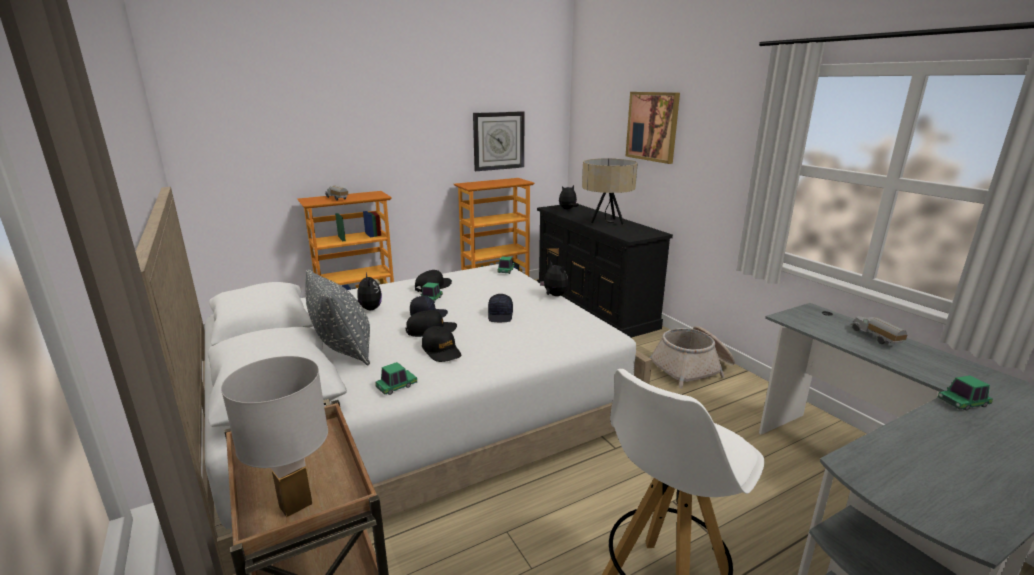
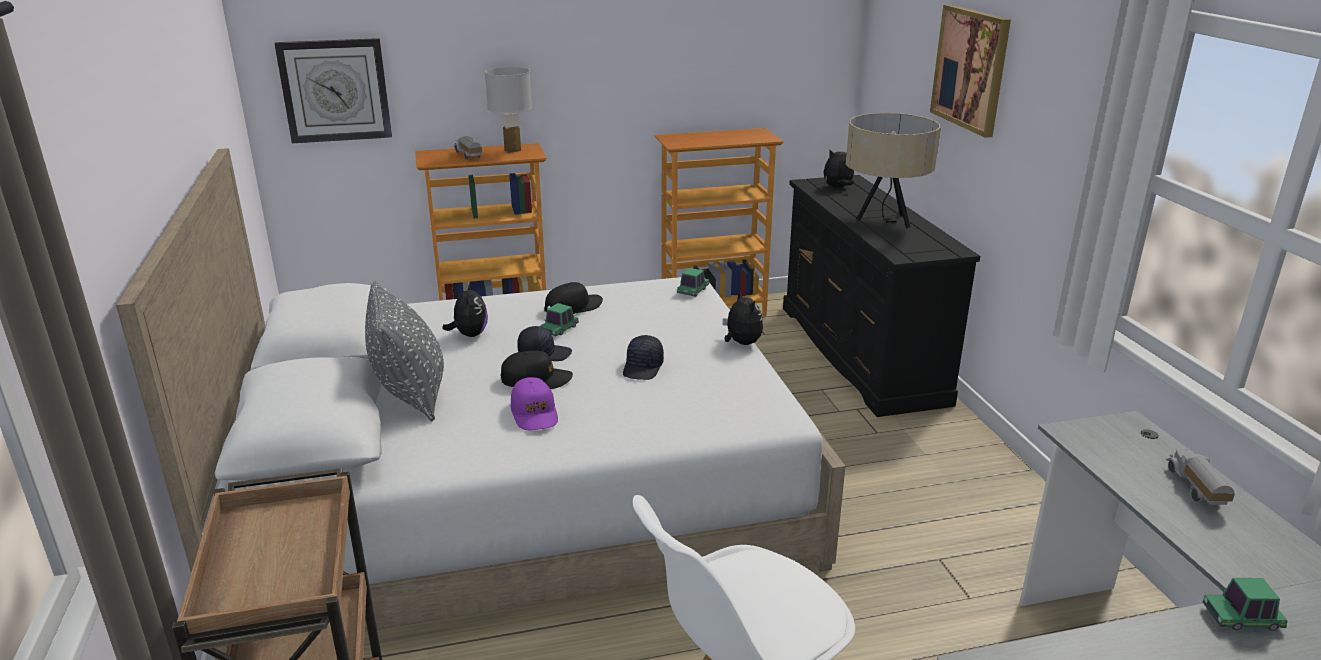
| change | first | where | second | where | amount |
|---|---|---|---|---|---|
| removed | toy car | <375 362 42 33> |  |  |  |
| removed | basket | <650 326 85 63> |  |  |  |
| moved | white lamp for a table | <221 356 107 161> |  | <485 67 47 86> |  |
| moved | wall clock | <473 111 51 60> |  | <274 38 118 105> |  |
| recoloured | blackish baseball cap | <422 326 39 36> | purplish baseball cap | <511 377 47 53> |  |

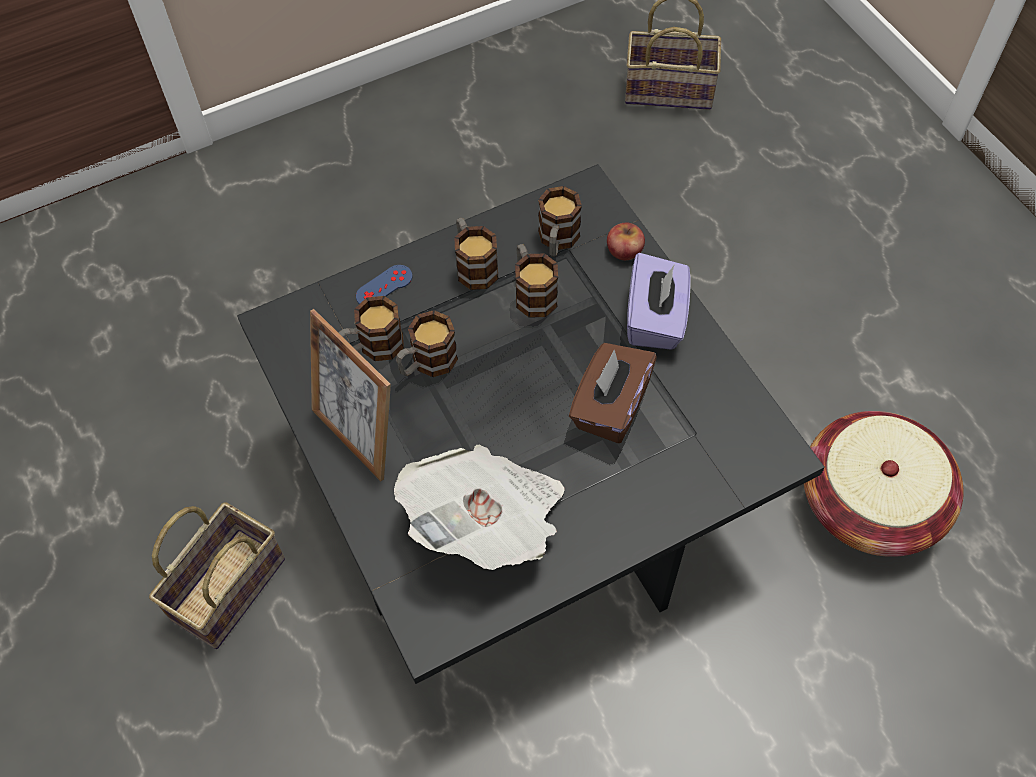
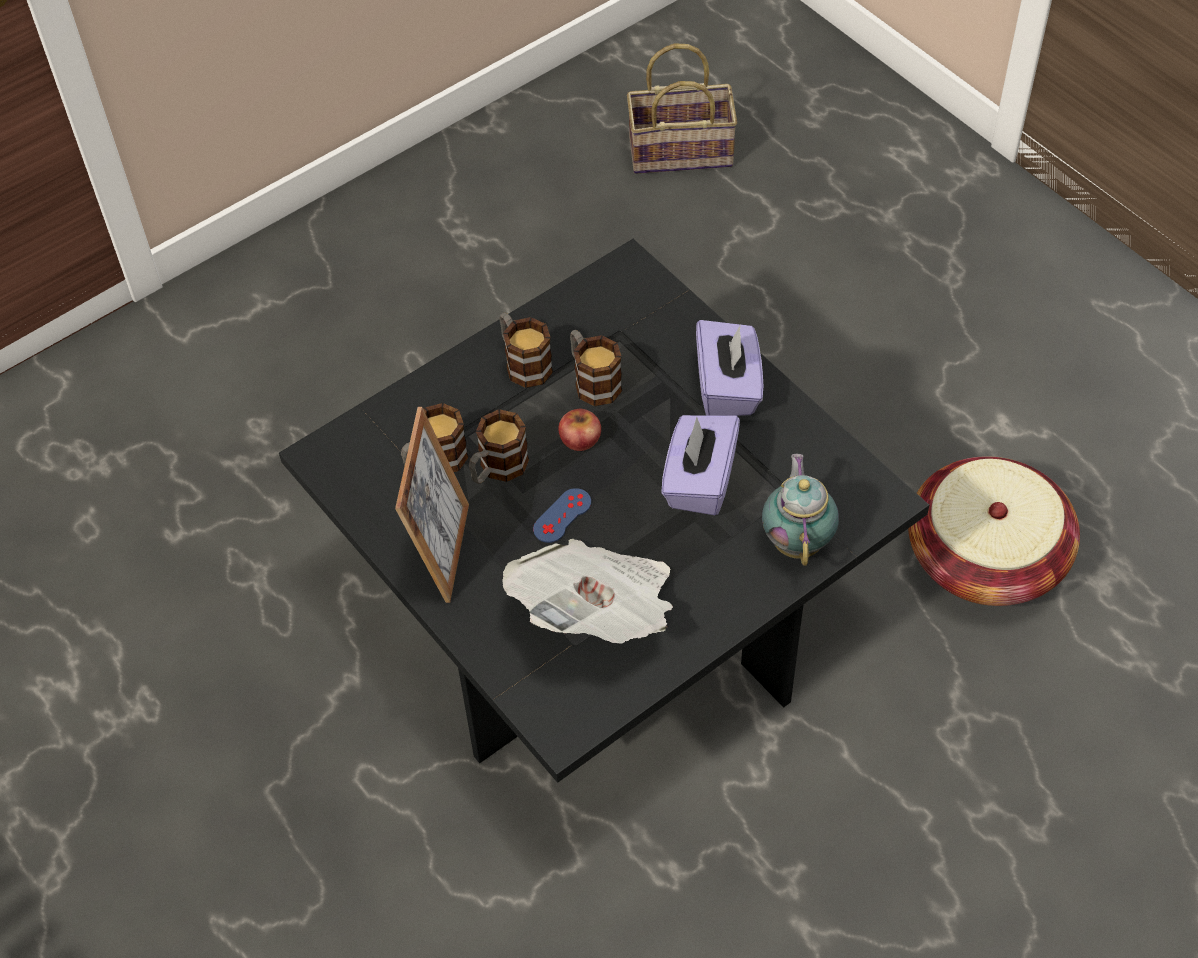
| change | first | where | second | where | amount |
|---|---|---|---|---|---|
| removed | basket | <149 502 136 147> |  |  |  |
| removed | tea mug | <538 186 44 71> |  |  |  |
| added |  |  | pot for tea | <762 454 77 112> |  |
| moved | blue game controller | <356 265 56 39> |  | <533 488 58 55> |  |
| moved | whole apple | <607 223 38 37> |  | <558 409 43 42> |  |
| recoloured | brownish tissue box | <569 343 88 100> | purplish tissue box | <661 415 79 100> |  |
| turned | picture frame | <310 309 81 172> |  | <395 407 74 196> | 120 degrees counterclockwise |

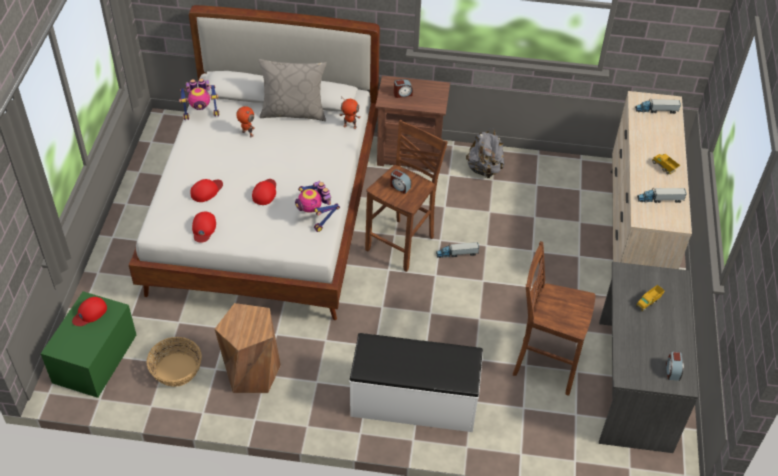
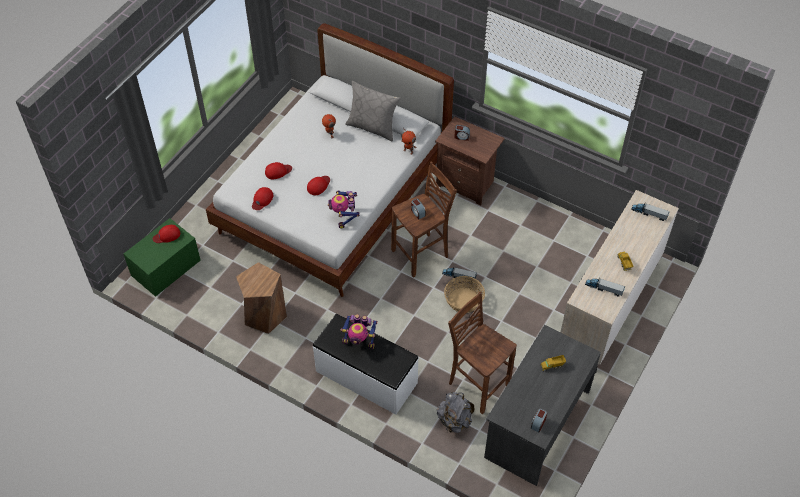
| change | first | where | second | where | amount |
|---|---|---|---|---|---|
| moved | basket | <146 337 56 50> |  | <444 276 41 37> |  |
| moved | robot figure | <179 78 41 42> |  | <340 314 38 35> |  |
| moved | greyish backpack | <466 128 39 50> |  | <437 392 37 41> |  |

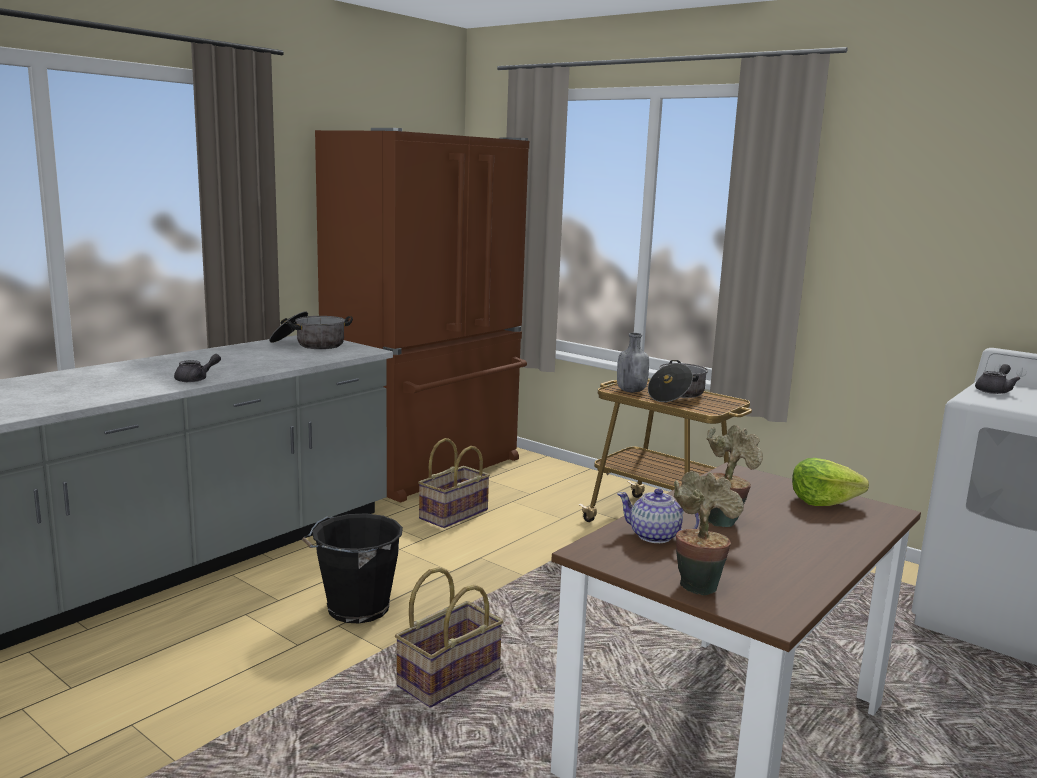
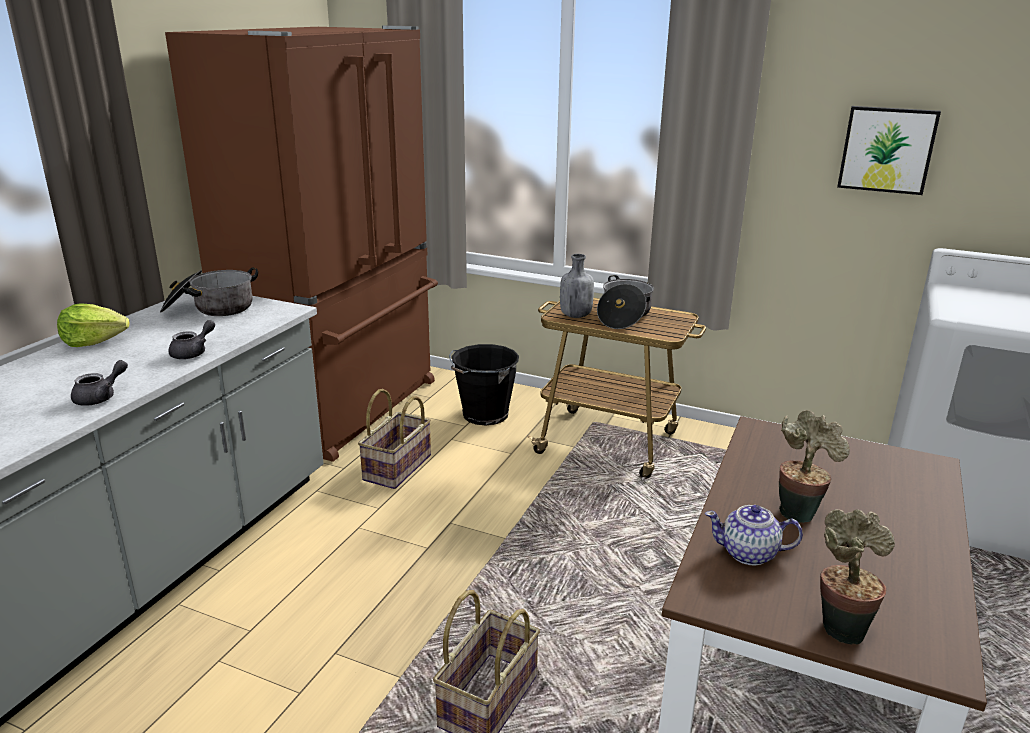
| change | first | where | second | where | amount |
|---|---|---|---|---|---|
| added |  |  | picture | <837 106 104 89> |  |
| moved | blackish pail | <302 513 101 110> |  | <449 344 70 81> |  |
| moved | lettuce | <792 458 77 48> |  | <57 303 73 44> |  |
| moved | greyish pot for tea | <975 364 46 30> |  | <169 320 46 39> |  |

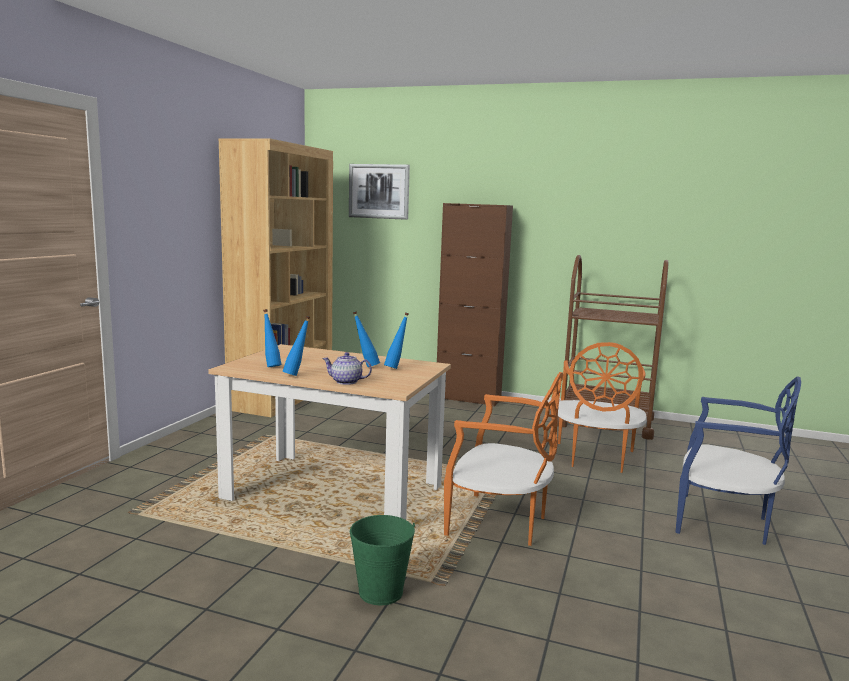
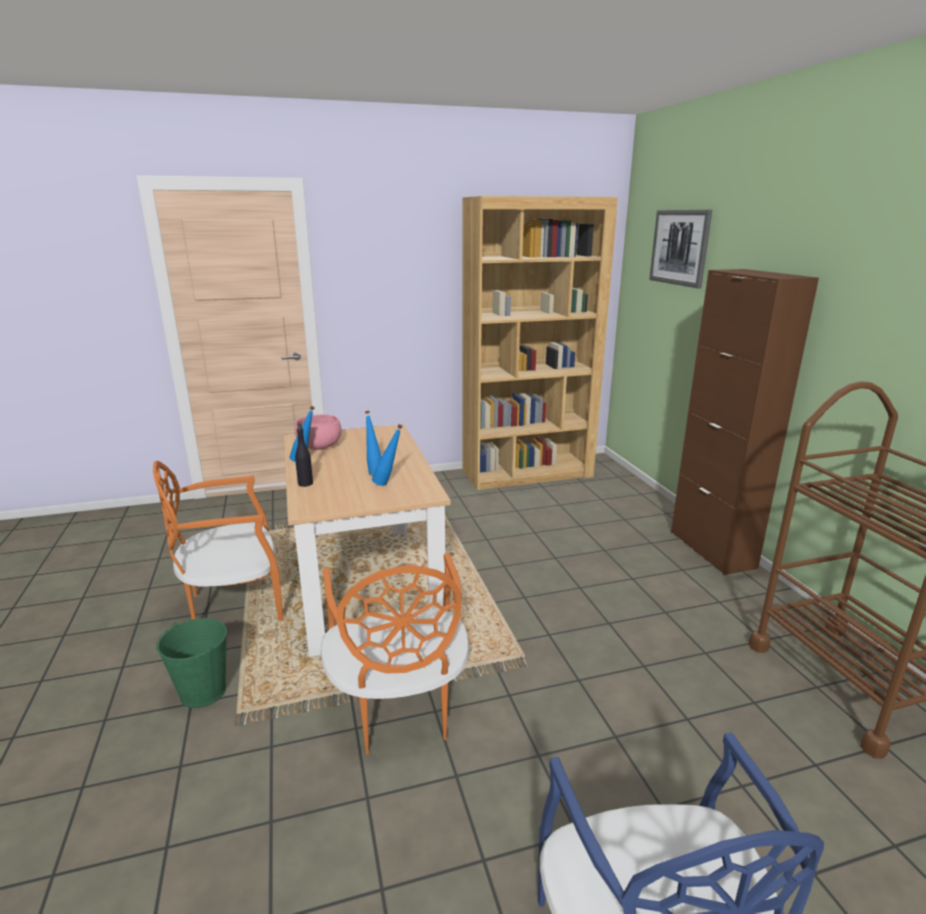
| change | first | where | second | where | amount |
|---|---|---|---|---|---|
| moved | orange-coloured plain chair | <558 342 89 131> |  | <153 461 130 160> |  |
| replaced | blue drink bottle | <263 309 19 58> | pink deep dish | <294 414 47 36> |  |
| replaced | pot for tea | <322 352 50 33> | blackish drink bottle | <295 423 18 64> |  |

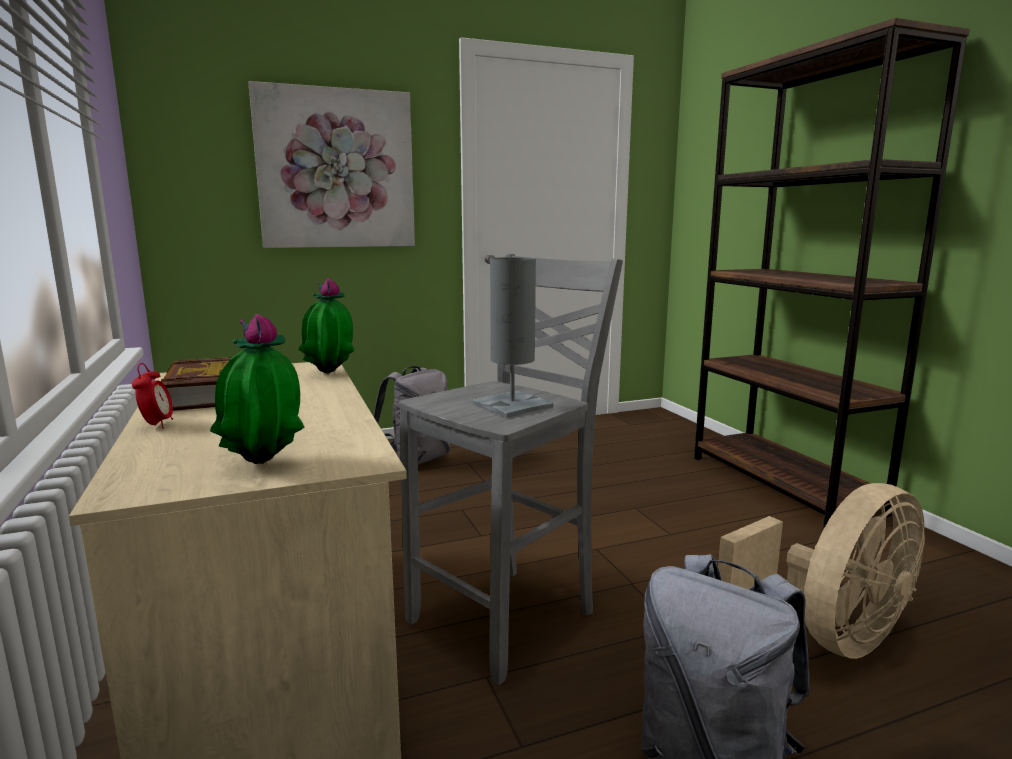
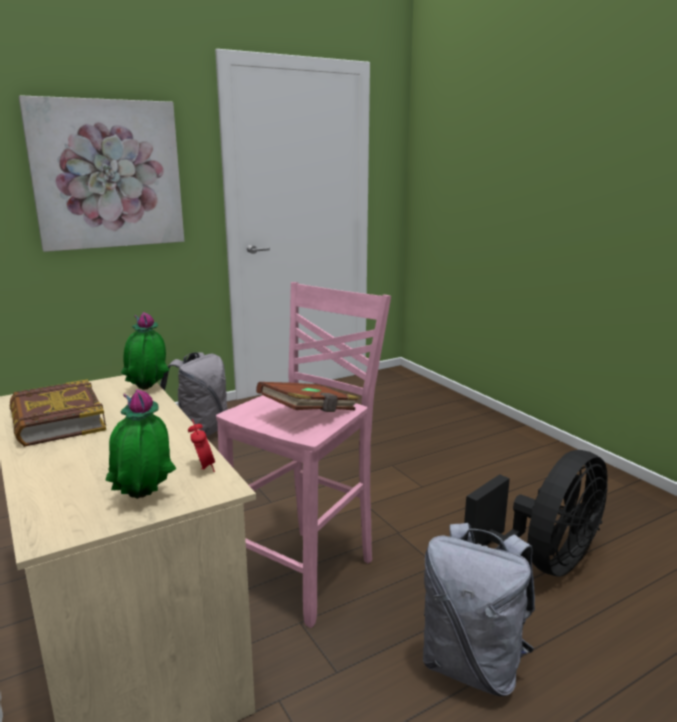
| change | first | where | second | where | amount |
|---|---|---|---|---|---|
| removed | brownish bookshelf | <694 18 276 510> |  |  |  |
| moved | table clock | <132 363 41 66> |  | <188 419 27 53> |  |
| replaced | greyish lamp for a table | <472 257 81 161> | brownish book | <256 382 103 30> |  |
| recoloured | greyish stool | <399 254 224 431> | pink stool | <216 282 175 346> |  |
| recoloured | beige-coloured electric fan | <718 483 207 176> | blackish electric fan | <464 450 144 127> |  |

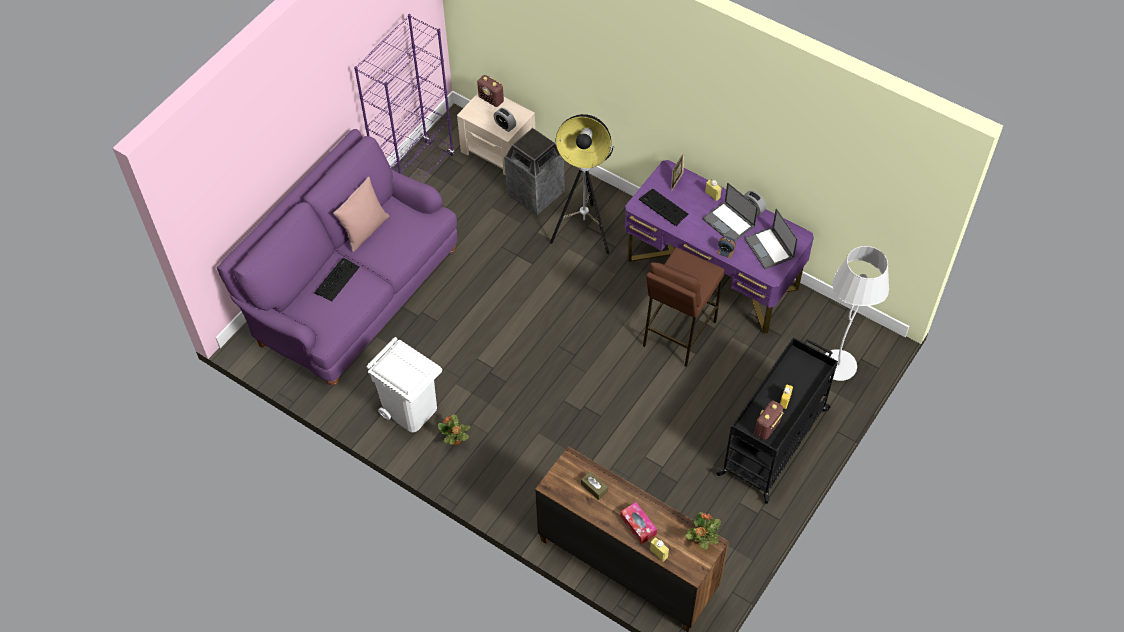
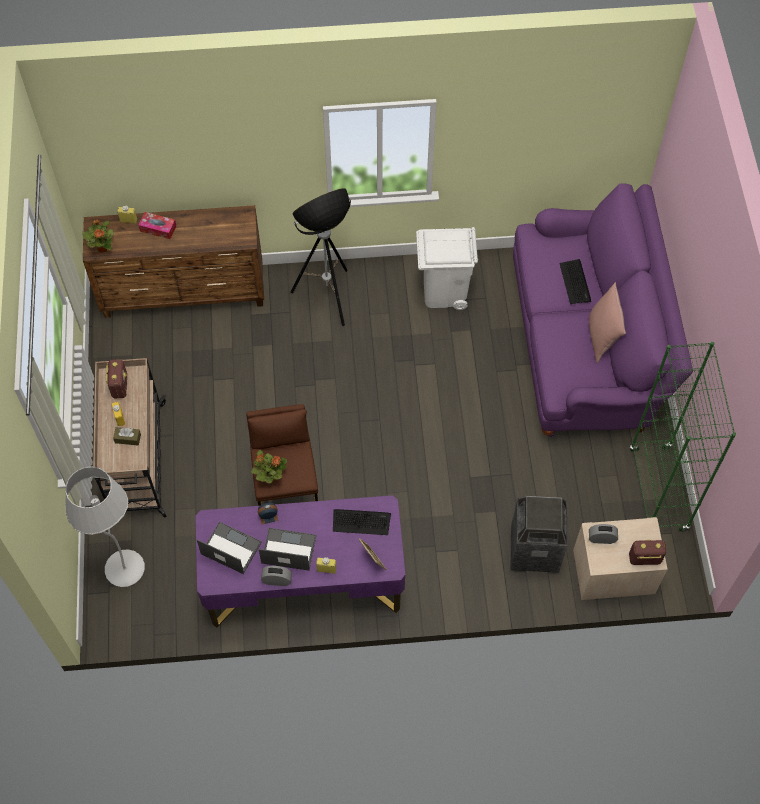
| change | first | where | second | where | amount |
|---|---|---|---|---|---|
| moved | plant in a pot | <438 414 32 31> |  | <251 450 36 34> |  |
| moved | floor lamp | <550 114 64 140> |  | <291 188 60 138> |  |
| moved | brownish tissue box | <581 471 27 29> |  | <113 427 28 18> |  |
| recoloured | purplish bookshelf | <354 14 101 168> | greenish bookshelf | <630 342 106 190> |  |
| recoloured | blackish cart | <715 337 123 167> | beige-coloured cart | <93 358 74 160> |  |

